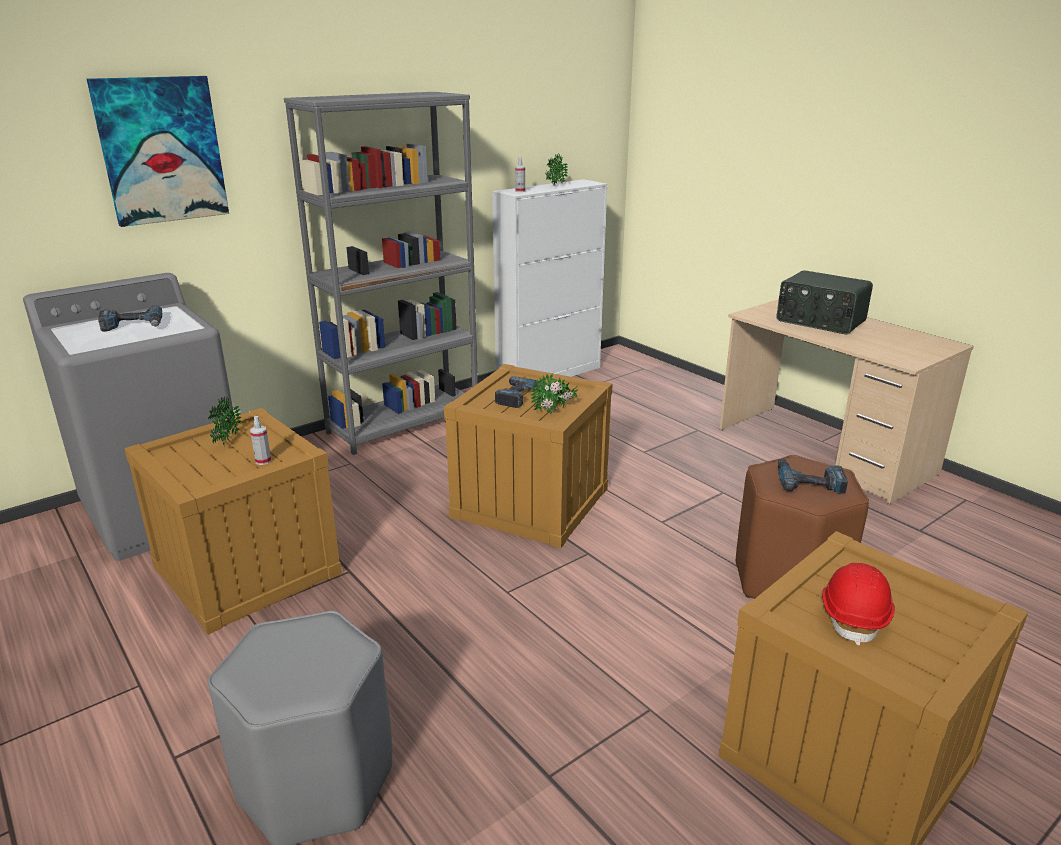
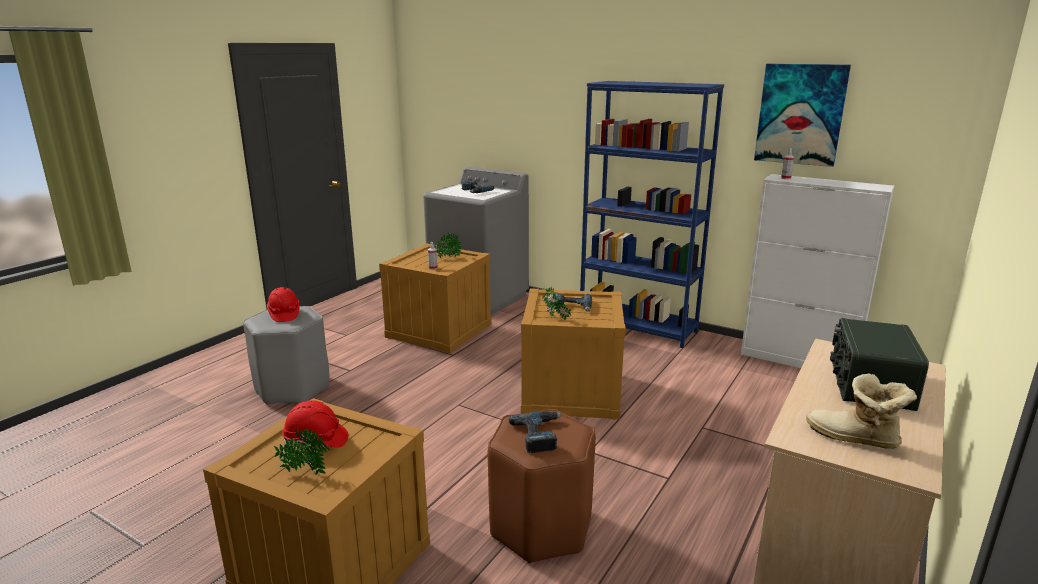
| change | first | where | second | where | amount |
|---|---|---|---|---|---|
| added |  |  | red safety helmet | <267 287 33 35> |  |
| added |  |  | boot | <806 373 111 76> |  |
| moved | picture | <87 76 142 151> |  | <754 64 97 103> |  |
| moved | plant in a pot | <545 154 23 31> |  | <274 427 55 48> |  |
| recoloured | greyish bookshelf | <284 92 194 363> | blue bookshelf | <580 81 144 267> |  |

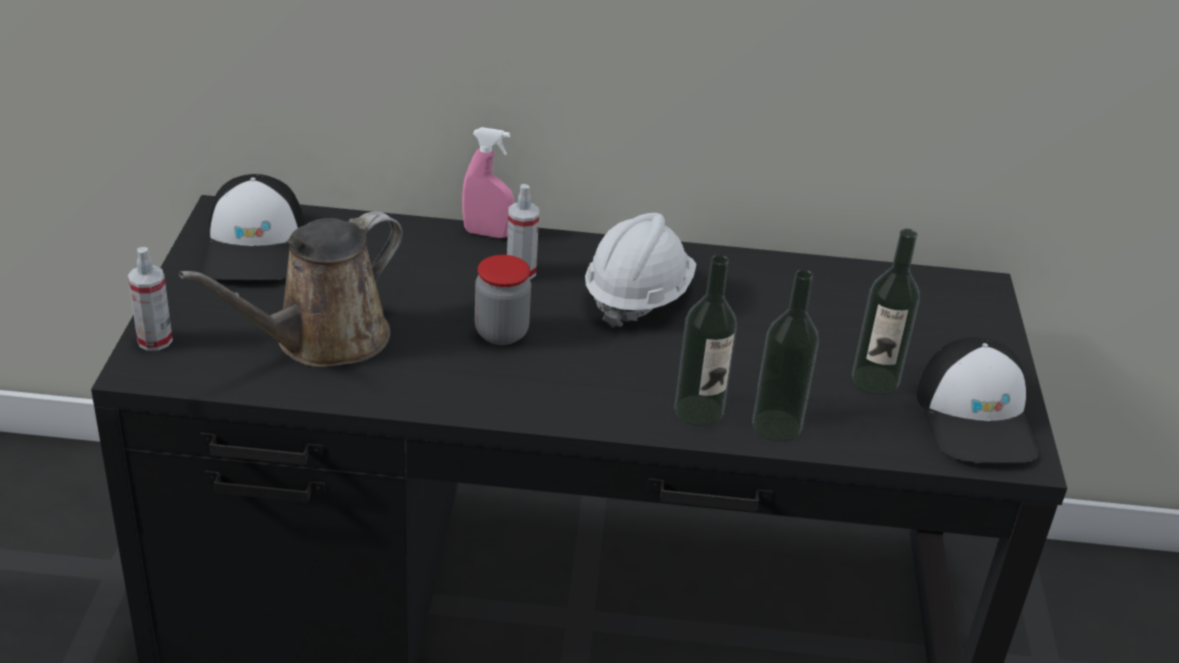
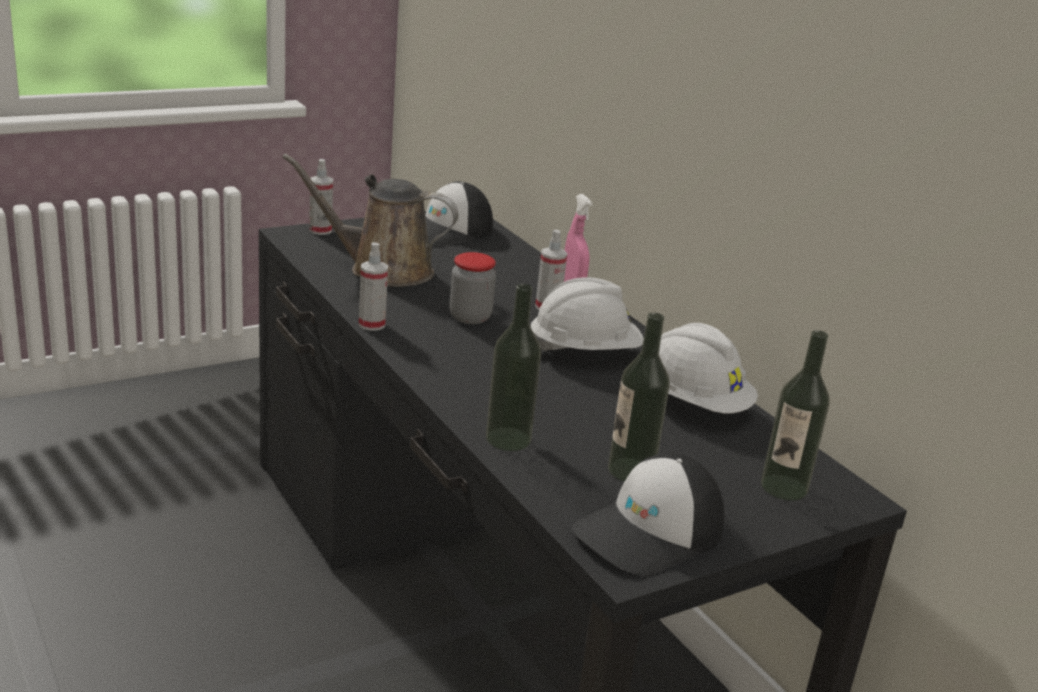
| change | first | where | second | where | amount |
|---|---|---|---|---|---|
| added |  |  | sprayer | <359 242 29 89> |  |
| added |  |  | white safety helmet | <659 323 99 90> |  |
| moved | drink bottle | <674 255 63 171> |  | <761 330 69 171> |  |

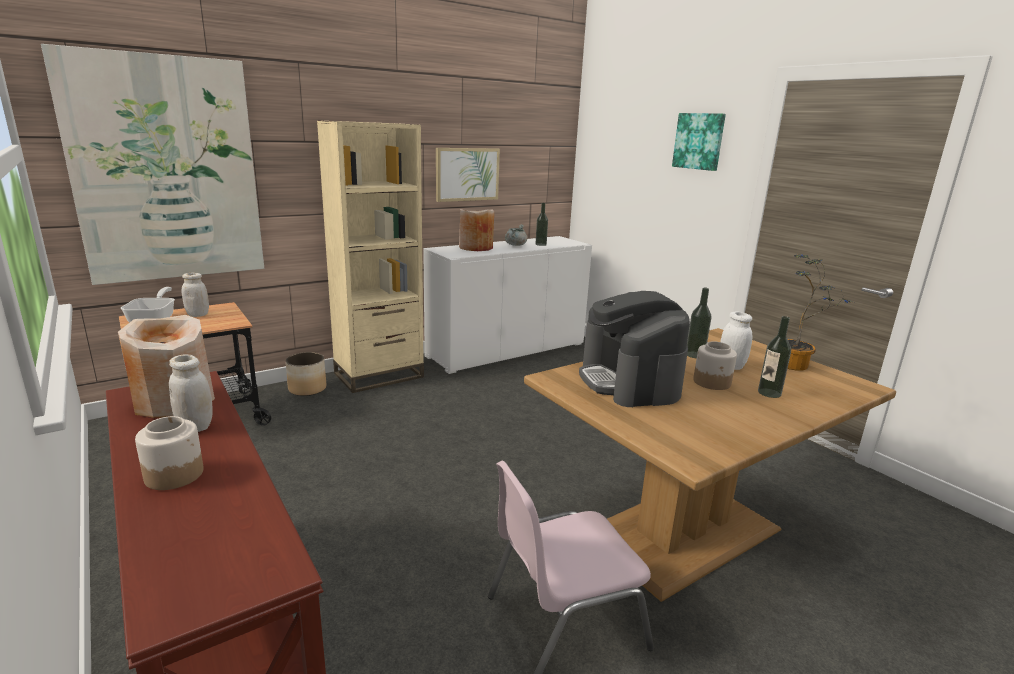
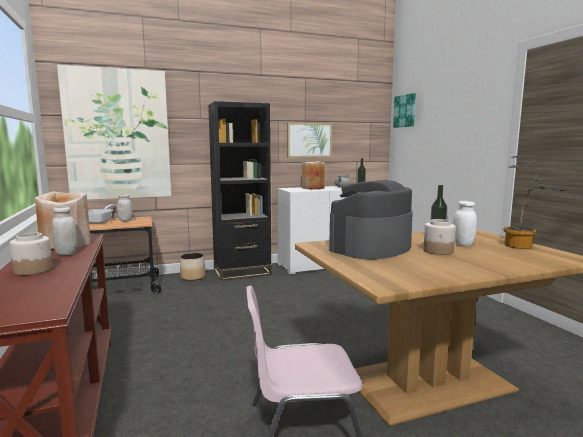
| change | first | where | second | where | amount |
|---|---|---|---|---|---|
| removed | drink bottle | <758 316 33 82> |  |  |  |
| moved | picture | <672 113 54 58> |  | <393 93 23 35> |  |
| recoloured | beige-coloured bookshelf | <317 120 107 273> | blackish bookshelf | <208 101 64 180> |  |
| turned | coffee machine | <579 291 111 116> |  | <329 180 84 79> | 45 degrees clockwise |

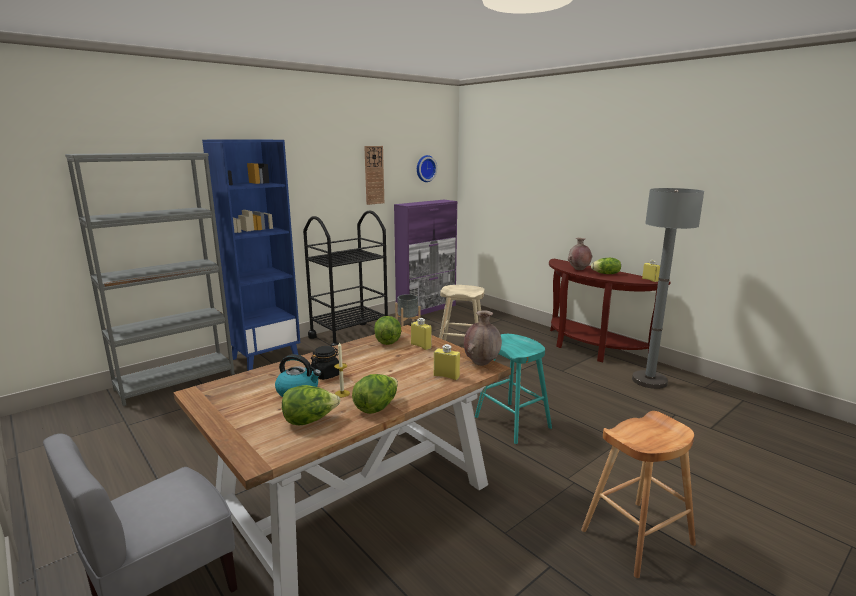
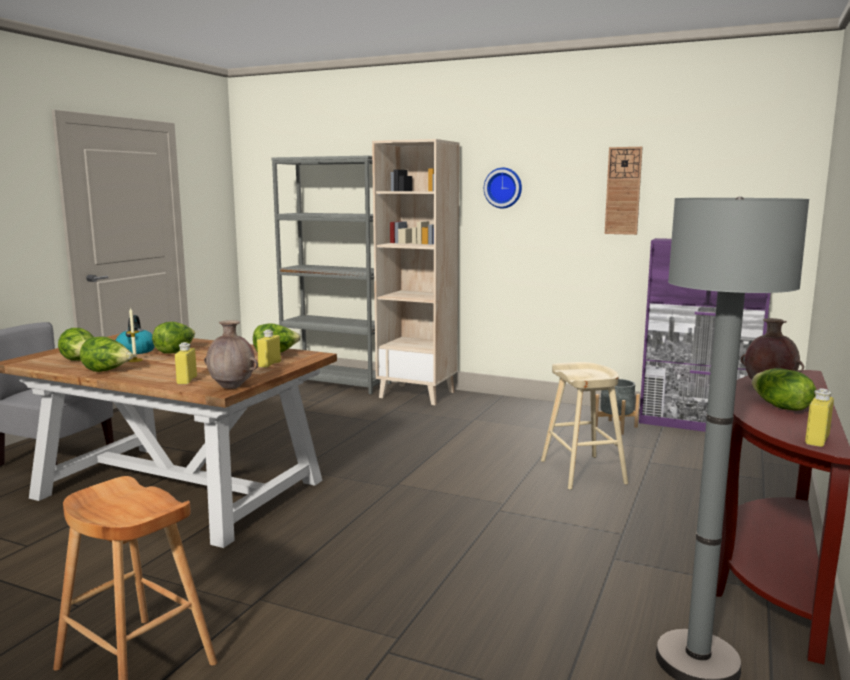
| change | first | where | second | where | amount |
|---|---|---|---|---|---|
| removed | blackish cart | <303 210 85 136> |  |  |  |
| removed | blue-green stool | <475 334 77 110> |  |  |  |
| moved | wall clock | <417 155 20 27> |  | <484 168 38 40> |  |
| replaced | blackish storage jar | <311 346 28 34> | lettuce | <152 322 43 32> |  |
| recoloured | blue bookshelf | <202 140 98 231> | beige-coloured bookshelf | <372 139 88 266> |  |

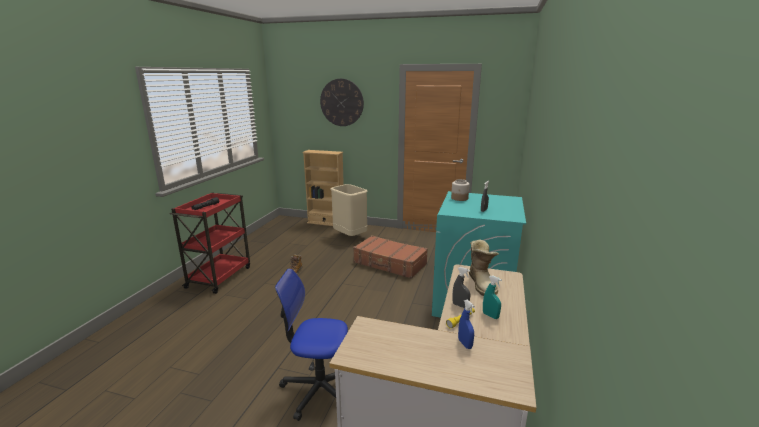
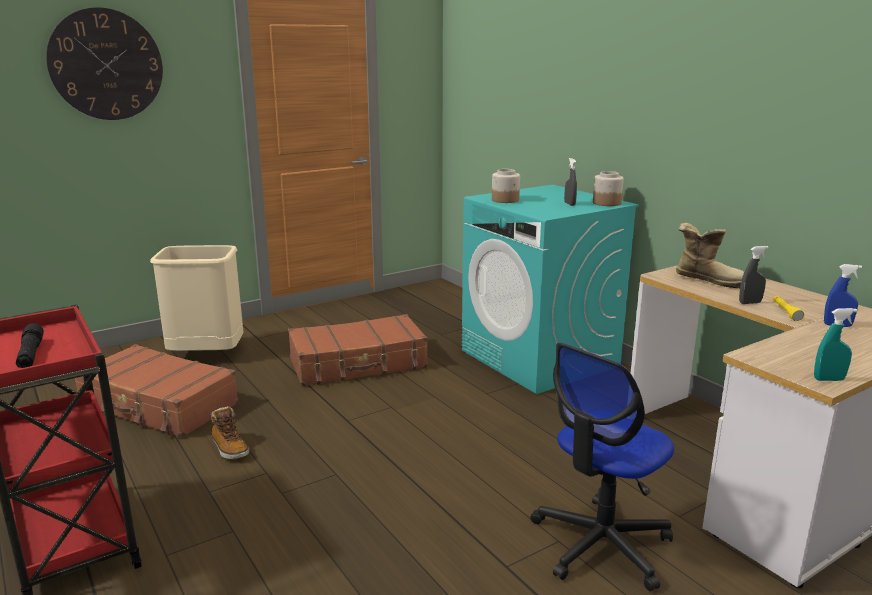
| change | first | where | second | where | amount |
|---|---|---|---|---|---|
| removed | beige-coloured bookshelf | <302 150 42 76> |  |  |  |
| added |  |  | brownish suitcase | <75 344 164 94> |  |
| added |  |  | storage jar | <593 171 31 35> |  |
| moved | blue-green sprayer | <483 275 19 44> |  | <814 308 43 73> |  |

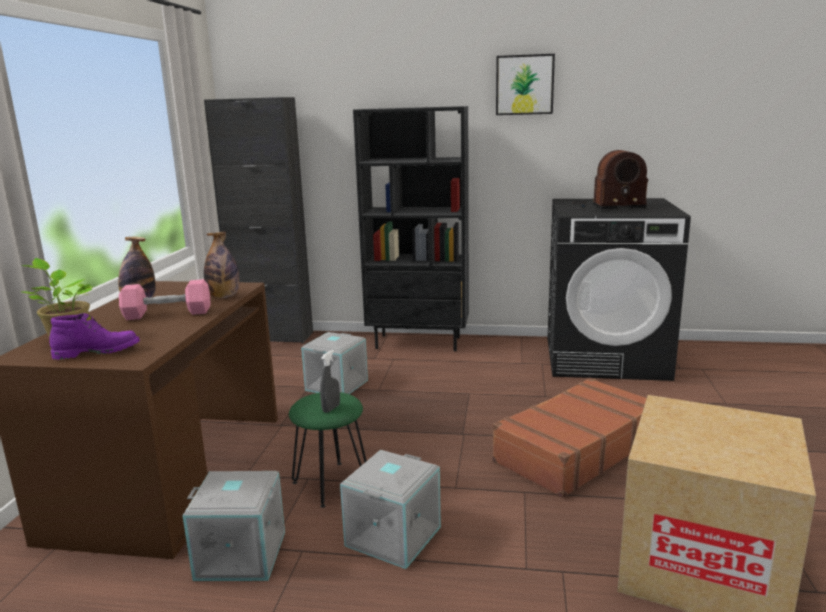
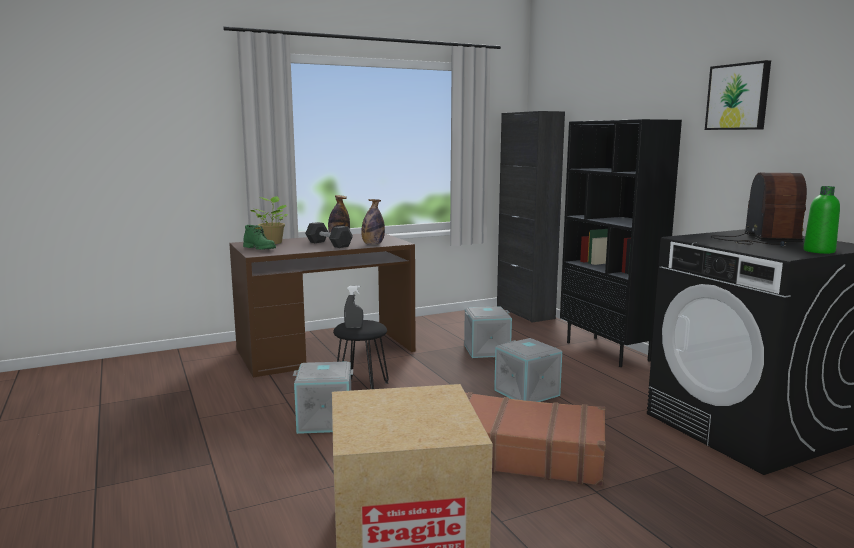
| change | first | where | second | where | amount |
|---|---|---|---|---|---|
| added |  |  | greenish drink bottle | <803 186 37 68> |  |
| moved | greyish storage bin | <182 471 103 110> |  | <494 338 68 64> |  |
| recoloured | purplish boot | <49 313 91 47> | greenish boot | <243 225 33 24> |  |
| recoloured | pink free weight | <119 279 92 41> | blackish free weight | <305 222 48 26> |  |
| recoloured | greenish stool | <289 392 78 116> | blackish stool | <333 320 56 69> |  |
| turned | radio | <572 150 76 59> |  | <711 173 96 73> | 135 degrees counterclockwise |

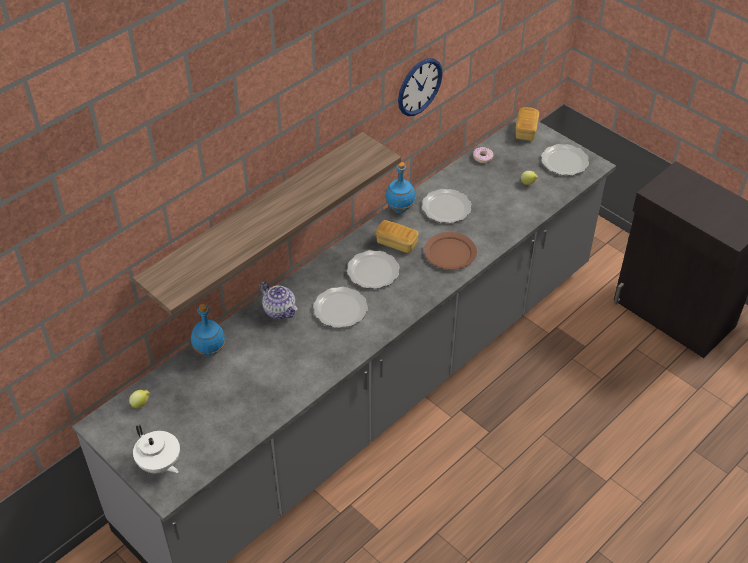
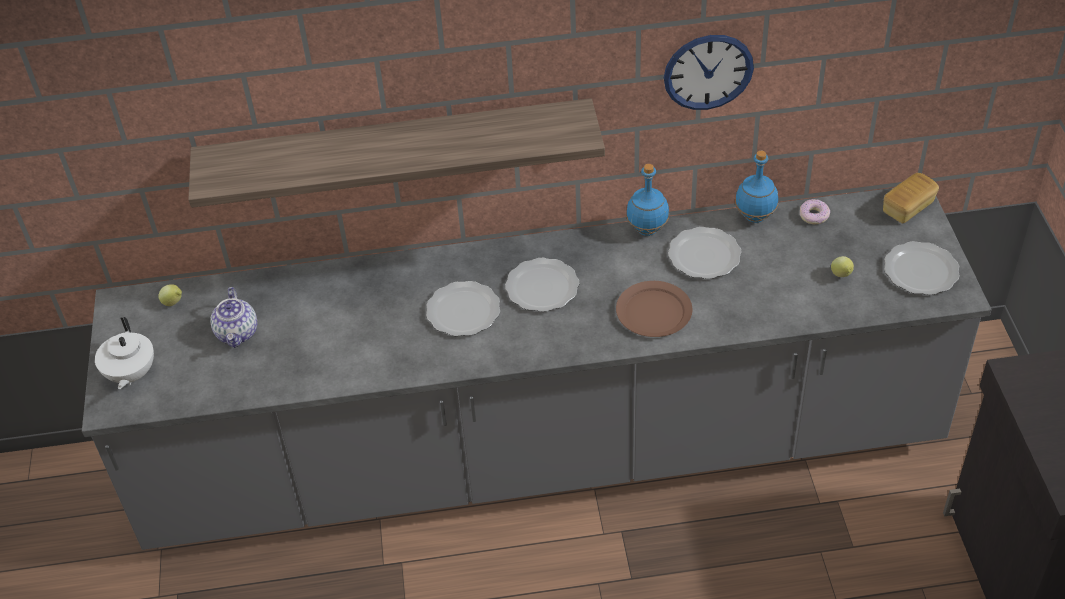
| change | first | where | second | where | amount |
|---|---|---|---|---|---|
| removed | bread | <376 220 43 33> |  |  |  |
| moved | blue drink bottle | <191 304 34 53> |  | <735 151 43 72> |  |
| moved | pot for tea | <260 282 37 37> |  | <210 287 47 61> |  |

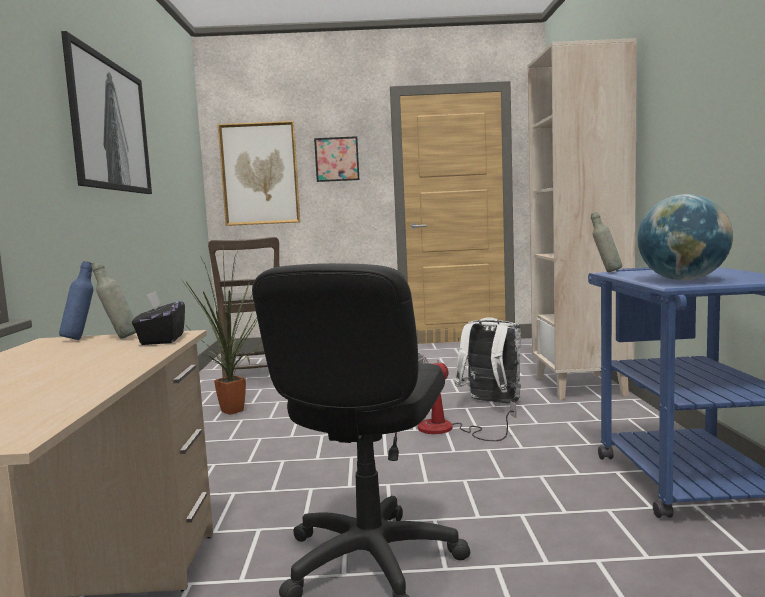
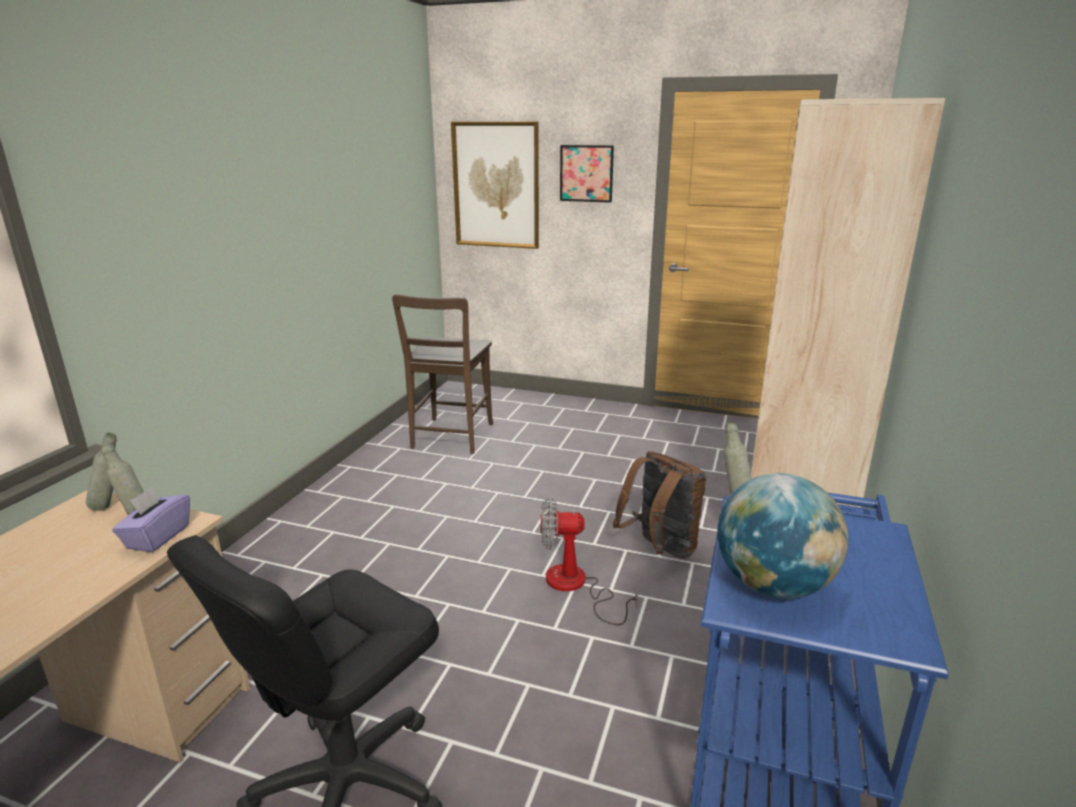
| change | first | where | second | where | amount |
|---|---|---|---|---|---|
| removed | picture | <61 31 91 163> |  |  |  |
| removed | plant in a pot | <182 240 81 175> |  |  |  |
| recoloured | blue drink bottle | <59 261 34 79> | greyish drink bottle | <86 433 31 78> |  |
| recoloured | blackish tissue box | <132 291 53 54> | purplish tissue box | <112 486 78 66> |  |
| recoloured | white backpack | <455 318 66 86> | brownish backpack | <613 451 93 107> |  |

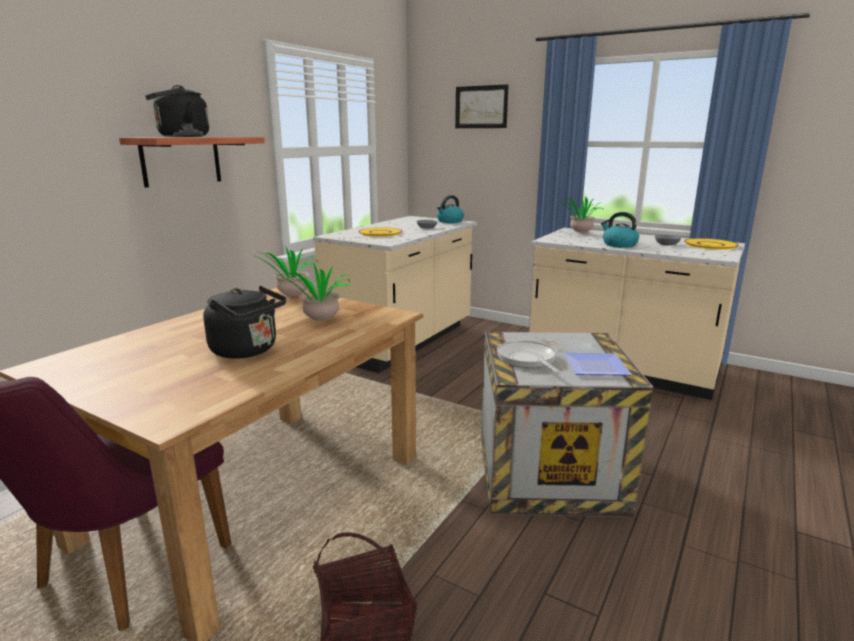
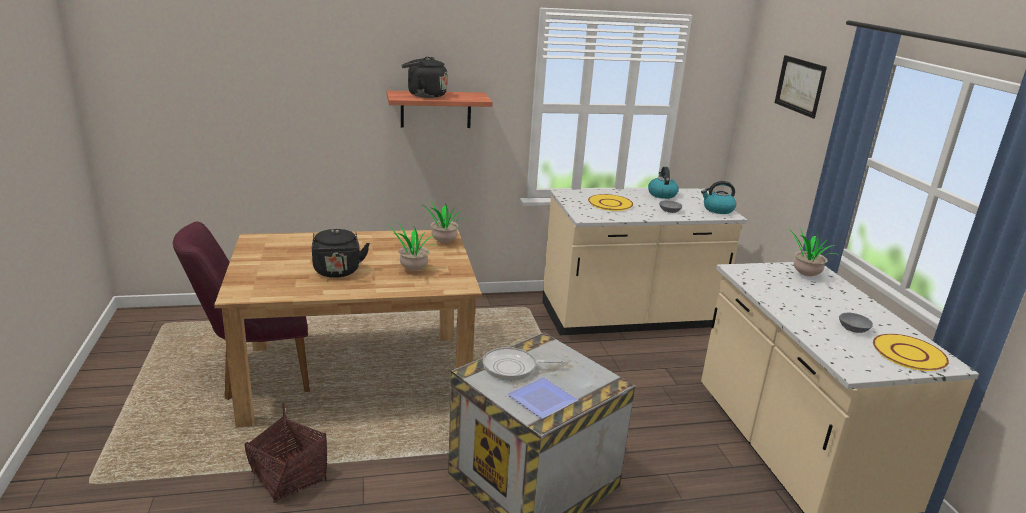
| change | first | where | second | where | amount |
|---|---|---|---|---|---|
| moved | water kettle | <601 212 38 36> |  | <648 167 31 32> |  |
| turned | frying pan | <497 340 65 34> |  | <483 347 82 34> | 120 degrees counterclockwise |

